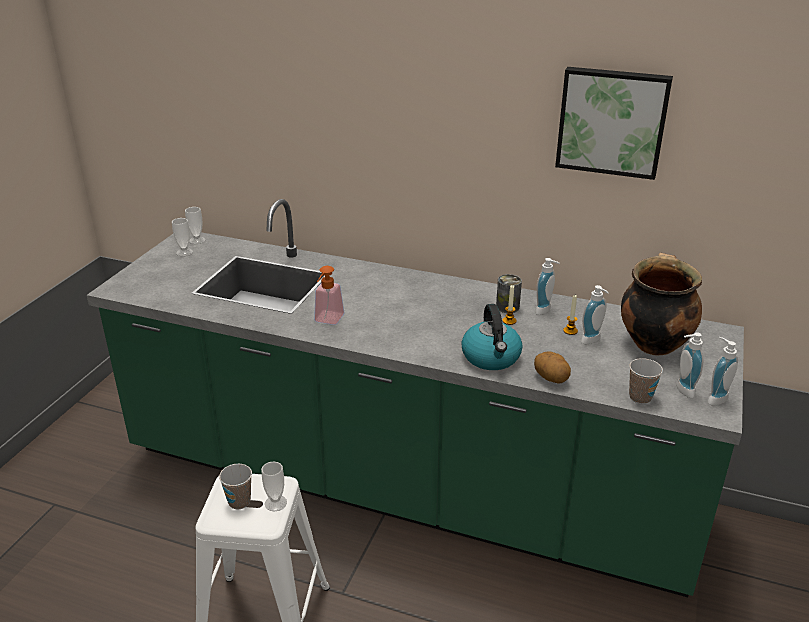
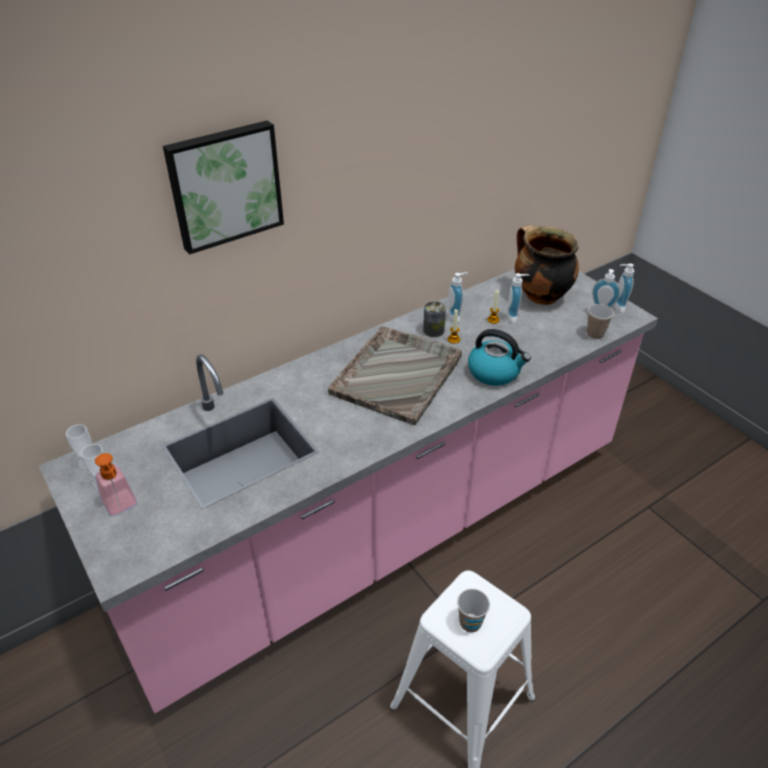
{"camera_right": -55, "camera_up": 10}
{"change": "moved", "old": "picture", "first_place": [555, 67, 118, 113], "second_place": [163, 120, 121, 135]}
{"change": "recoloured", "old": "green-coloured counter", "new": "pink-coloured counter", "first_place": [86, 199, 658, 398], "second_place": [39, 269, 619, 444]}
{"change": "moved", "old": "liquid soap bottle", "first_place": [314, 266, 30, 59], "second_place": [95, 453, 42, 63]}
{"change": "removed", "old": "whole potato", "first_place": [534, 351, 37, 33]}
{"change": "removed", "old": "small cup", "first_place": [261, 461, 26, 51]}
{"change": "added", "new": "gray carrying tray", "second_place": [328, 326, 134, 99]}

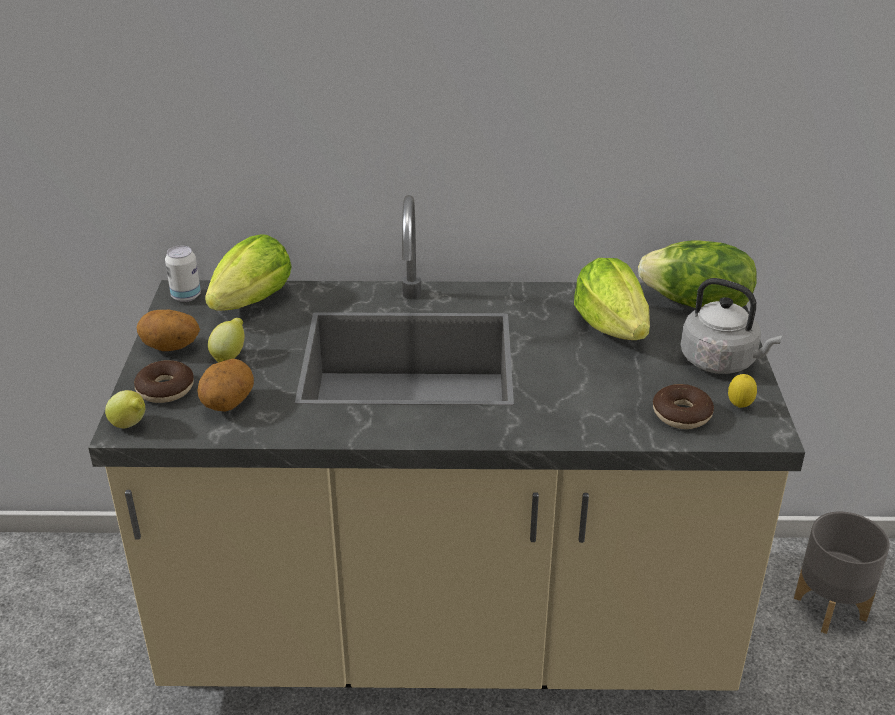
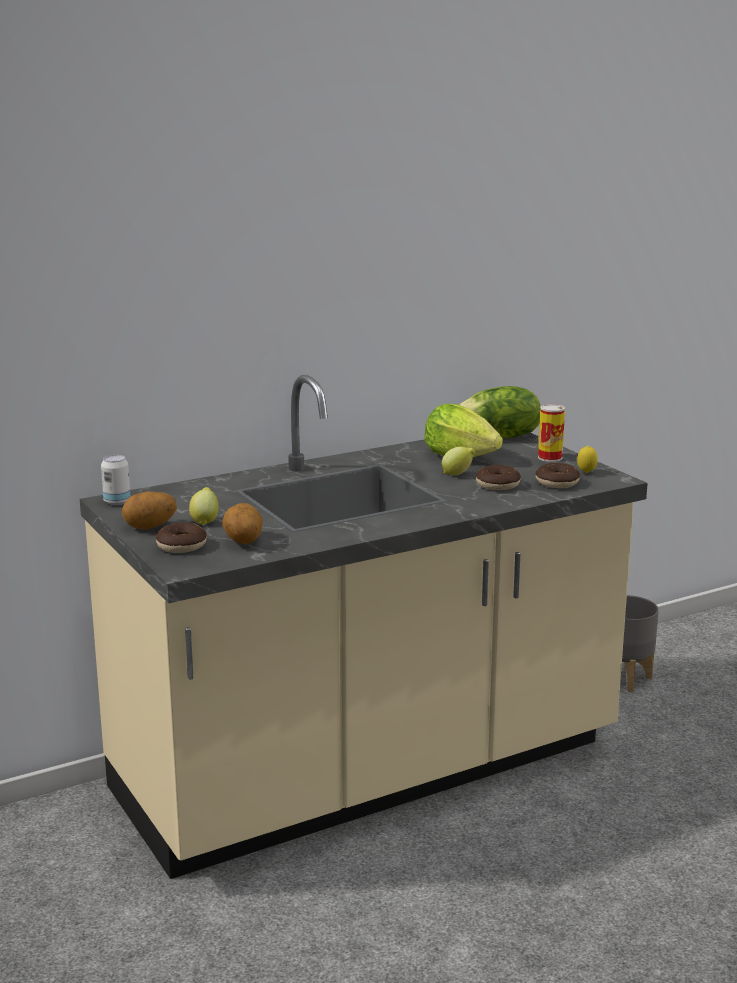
{"camera_right": -30, "camera_up": -15}
{"change": "removed", "old": "lettuce head", "first_place": [205, 234, 87, 77]}
{"change": "replaced", "old": "gray kettle", "new": "sealed can", "first_place": [681, 278, 101, 96], "second_place": [538, 404, 27, 58]}
{"change": "moved", "old": "lemon", "first_place": [105, 390, 40, 39], "second_place": [442, 447, 34, 29]}
{"change": "added", "new": "doughnut", "second_place": [476, 465, 45, 25]}

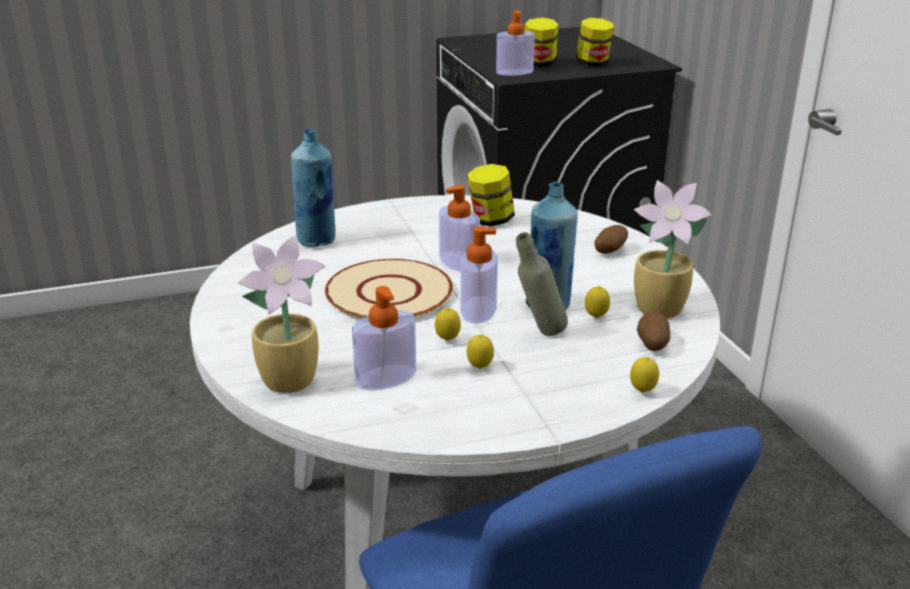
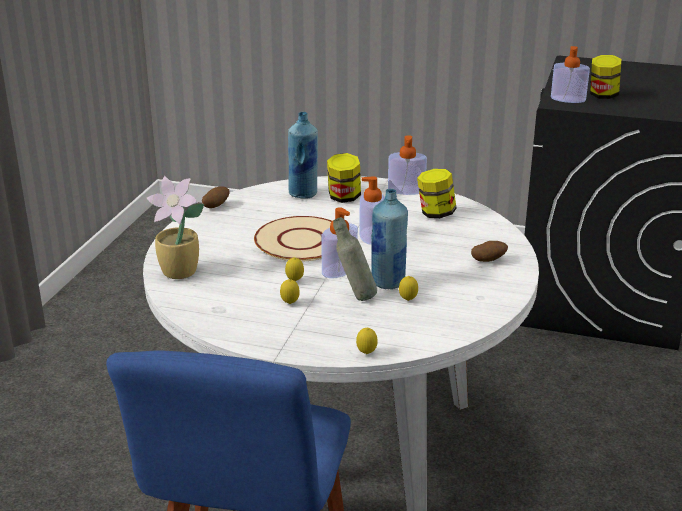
{"camera_right": 35, "camera_up": 0}
{"change": "moved", "old": "preserve jar", "first_place": [576, 18, 38, 49], "second_place": [327, 153, 34, 50]}
{"change": "removed", "old": "potted plant", "first_place": [634, 180, 78, 138]}
{"change": "moved", "old": "liquid soap bottle", "first_place": [352, 286, 64, 104], "second_place": [388, 135, 39, 60]}
{"change": "moved", "old": "whole potato", "first_place": [637, 311, 33, 40], "second_place": [202, 186, 27, 22]}

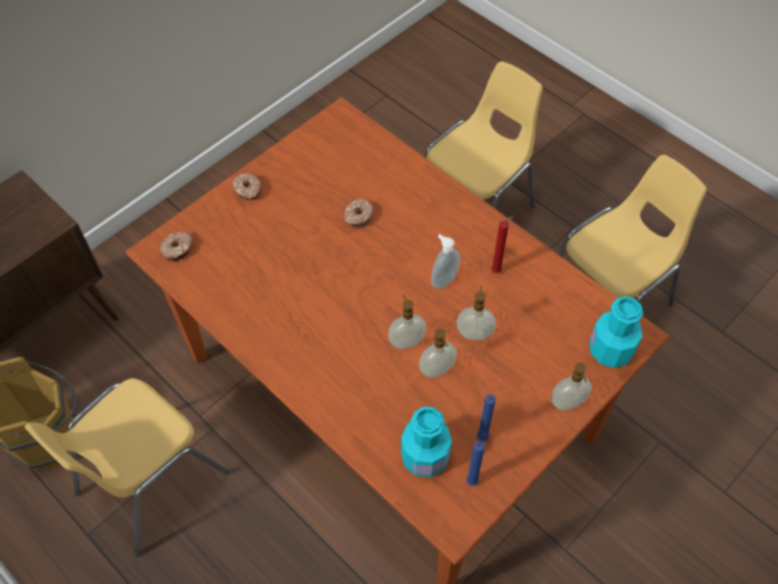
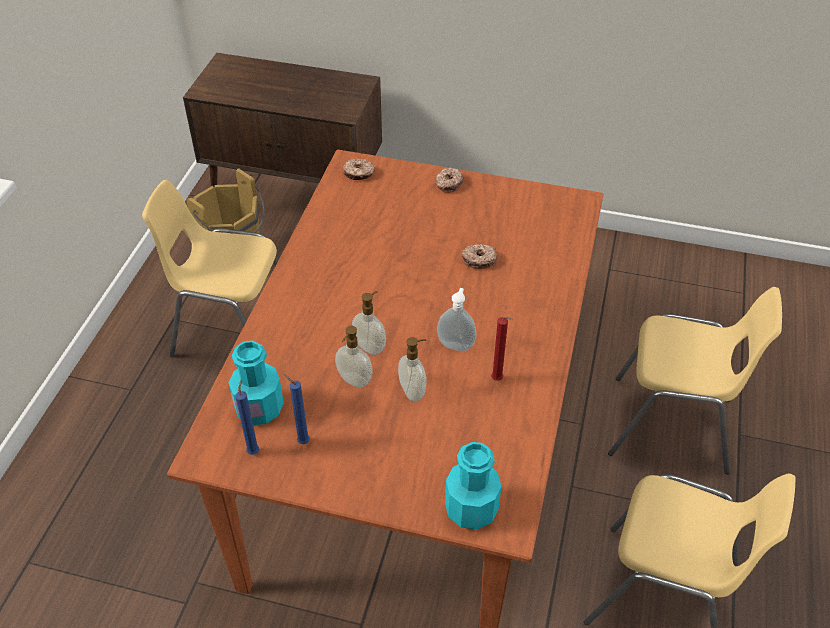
{"camera_right": 60, "camera_up": -10}
{"change": "removed", "old": "liquid soap bottle", "first_place": [551, 363, 41, 47]}

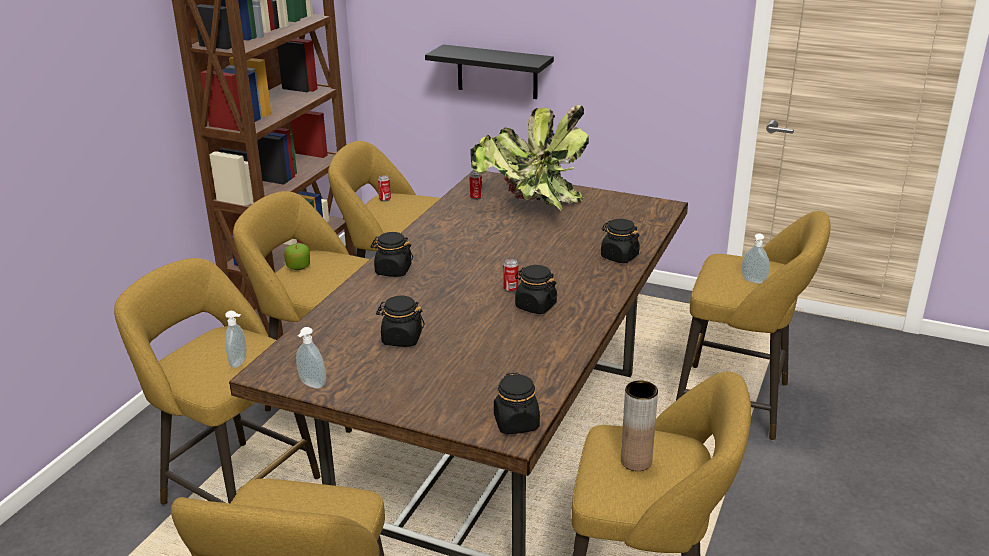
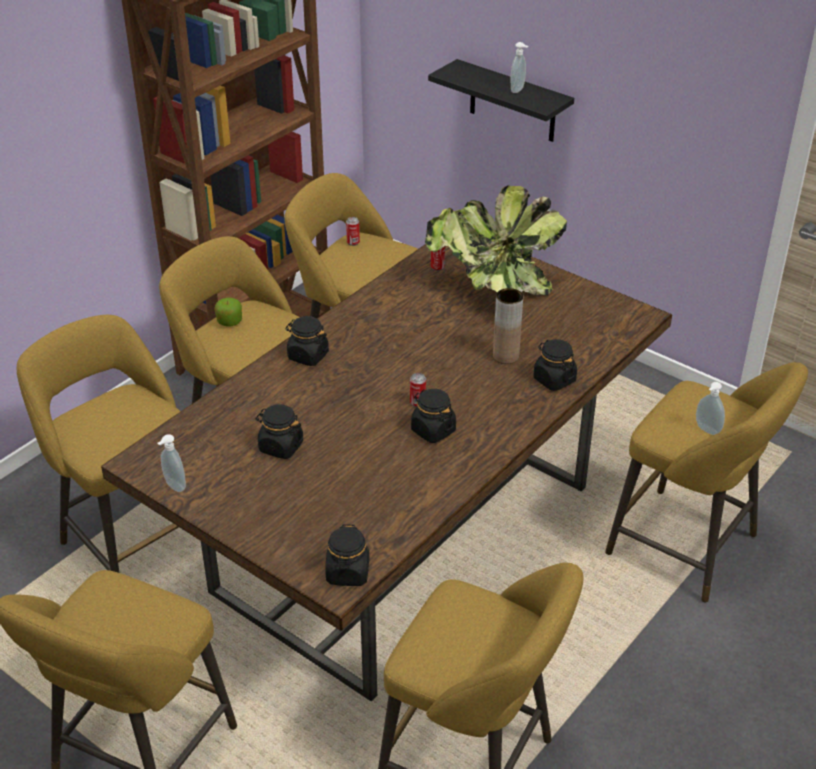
{"camera_right": 15, "camera_up": 10}
{"change": "moved", "old": "liquid soap bottle", "first_place": [225, 311, 22, 57], "second_place": [510, 42, 18, 51]}
{"change": "moved", "old": "brown decorative vase", "first_place": [621, 380, 37, 91], "second_place": [493, 288, 30, 76]}

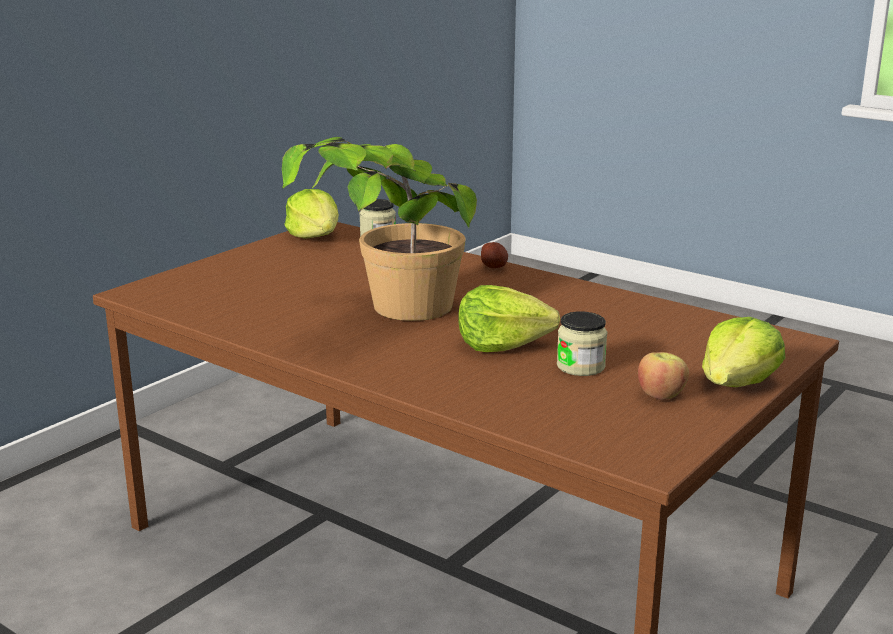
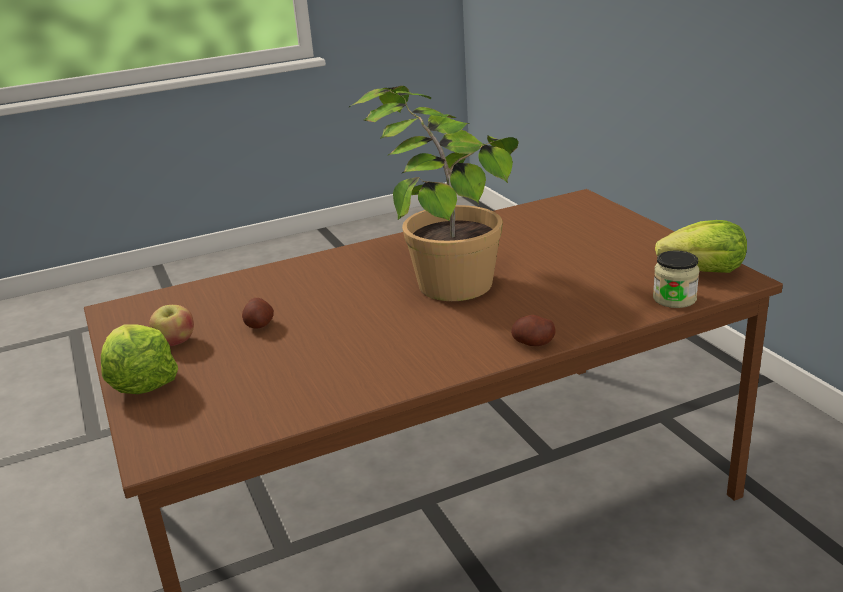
{"camera_right": 120, "camera_up": 5}
{"change": "removed", "old": "lettuce head", "first_place": [458, 285, 102, 67]}
{"change": "replaced", "old": "preserve jar", "new": "whole potato", "first_place": [557, 311, 50, 65], "second_place": [242, 298, 32, 30]}

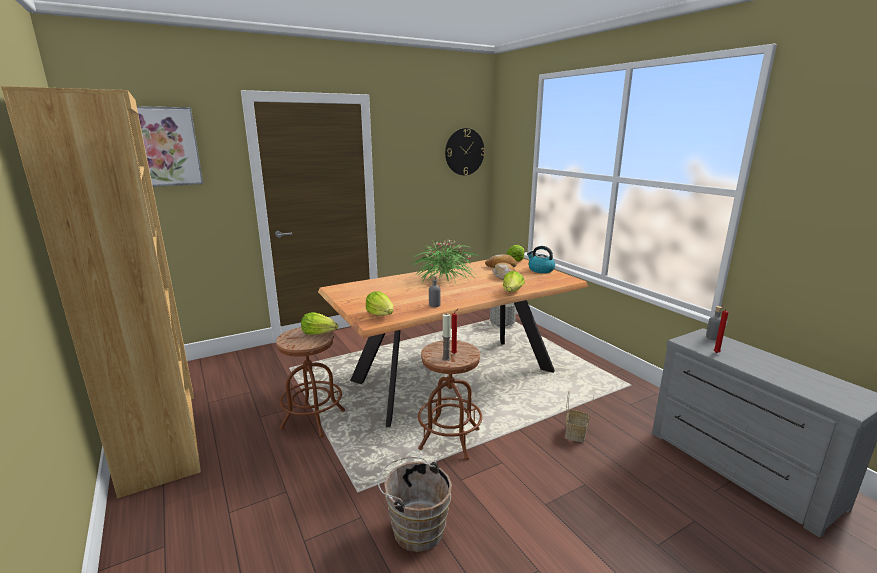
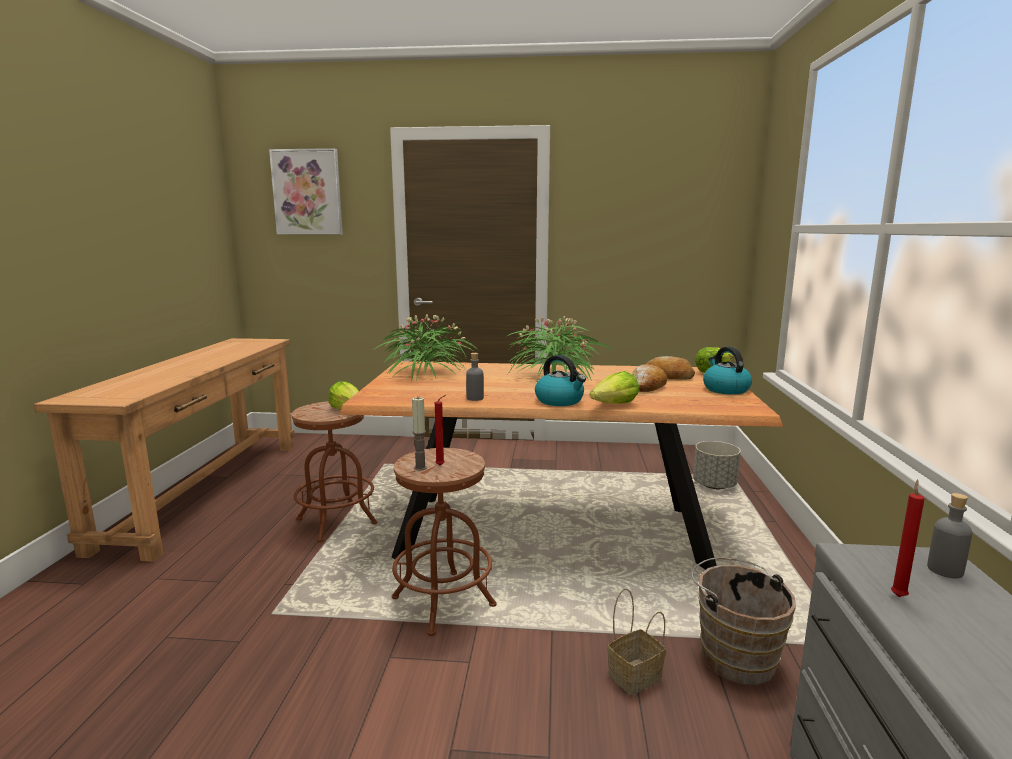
{"camera_right": 35, "camera_up": -5}
{"change": "replaced", "old": "brown bookshelf", "new": "brown console table", "first_place": [1, 86, 200, 413], "second_place": [34, 338, 261, 224]}
{"change": "removed", "old": "wall clock", "first_place": [445, 128, 40, 47]}
{"change": "removed", "old": "lettuce head", "first_place": [366, 291, 27, 25]}
{"change": "moved", "old": "brown pail", "first_place": [378, 457, 74, 95], "second_place": [691, 558, 105, 127]}
{"change": "added", "new": "potted plant", "second_place": [373, 314, 105, 68]}
{"change": "added", "new": "kettle", "second_place": [535, 355, 51, 51]}

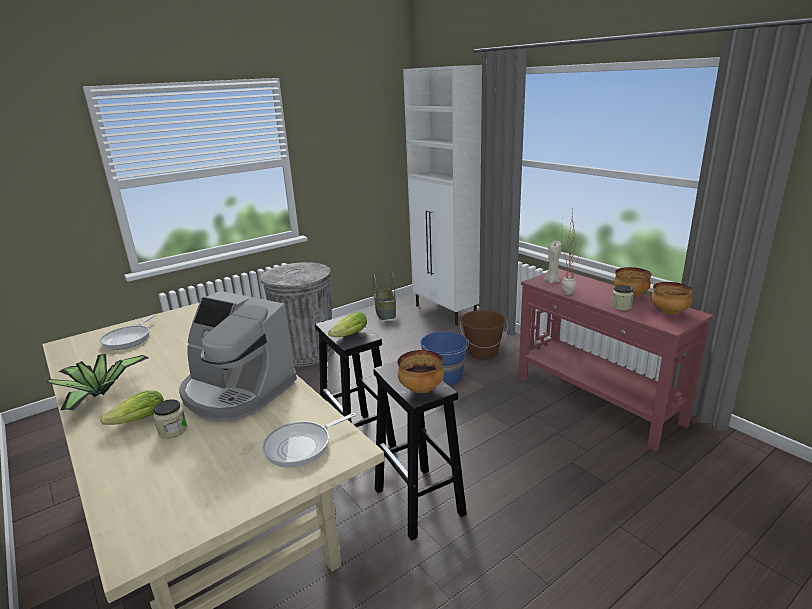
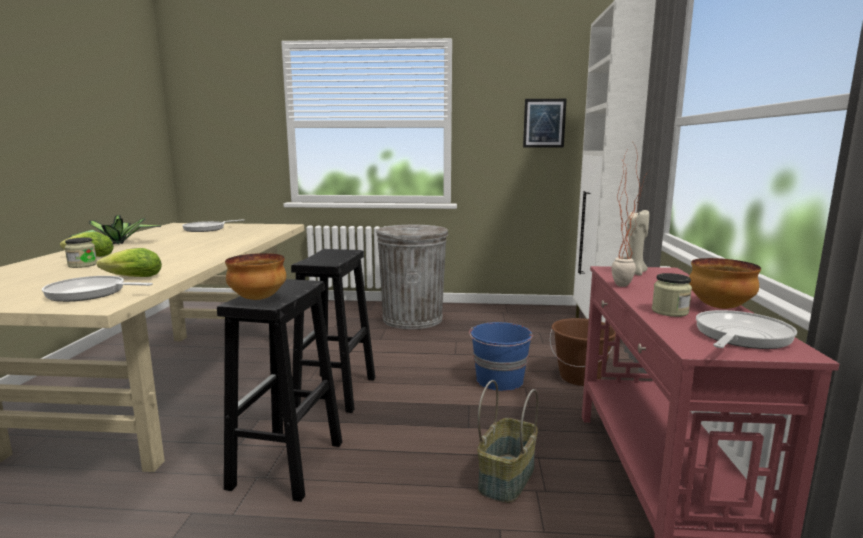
{"camera_right": 40, "camera_up": -10}
{"change": "moved", "old": "household basket", "first_place": [373, 272, 23, 48], "second_place": [477, 380, 61, 123]}
{"change": "replaced", "old": "serving bowl", "new": "skillet", "first_place": [651, 282, 43, 32], "second_place": [696, 310, 101, 39]}
{"change": "removed", "old": "coffee machine", "first_place": [179, 291, 118, 130]}
{"change": "moved", "old": "lettuce head", "first_place": [328, 312, 39, 25], "second_place": [97, 248, 65, 29]}
{"change": "added", "new": "picture", "second_place": [523, 99, 44, 48]}

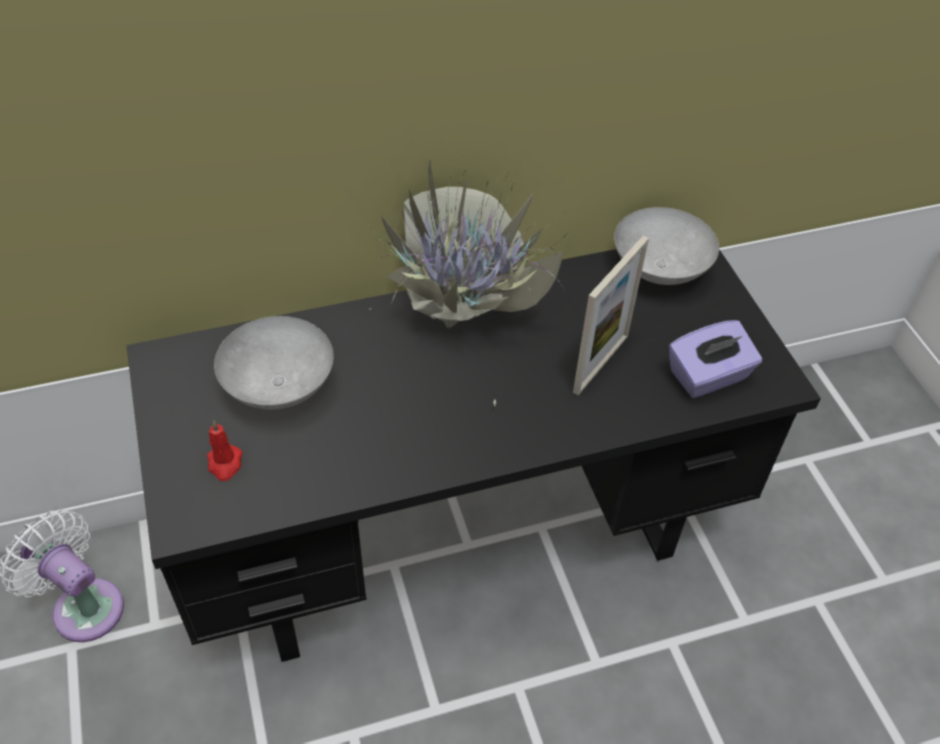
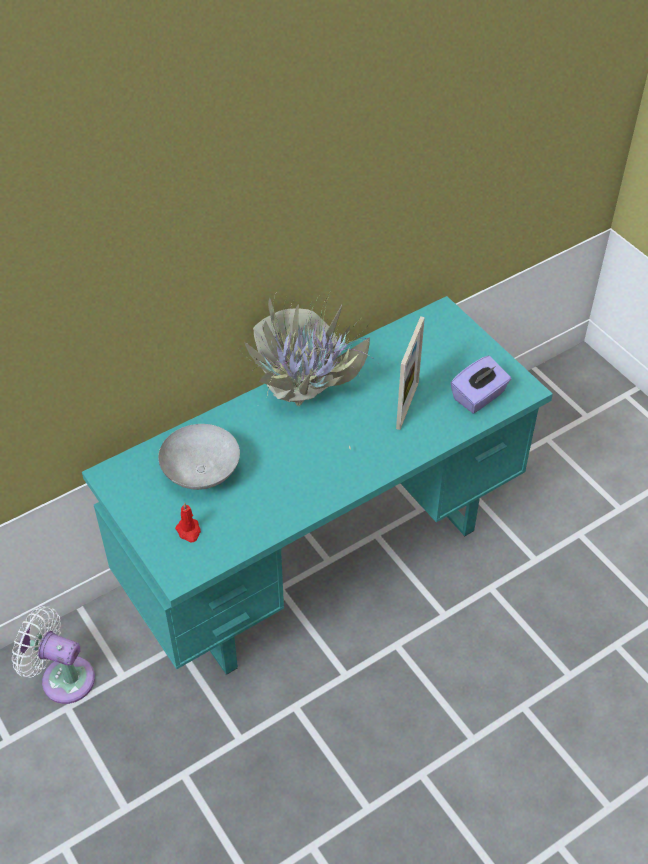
{"camera_right": -15, "camera_up": 0}
{"change": "removed", "old": "gray serving bowl", "first_place": [614, 207, 105, 78]}
{"change": "recoloured", "old": "blackish desk table", "new": "blue-green desk table", "first_place": [127, 249, 694, 413], "second_place": [82, 296, 471, 379]}

